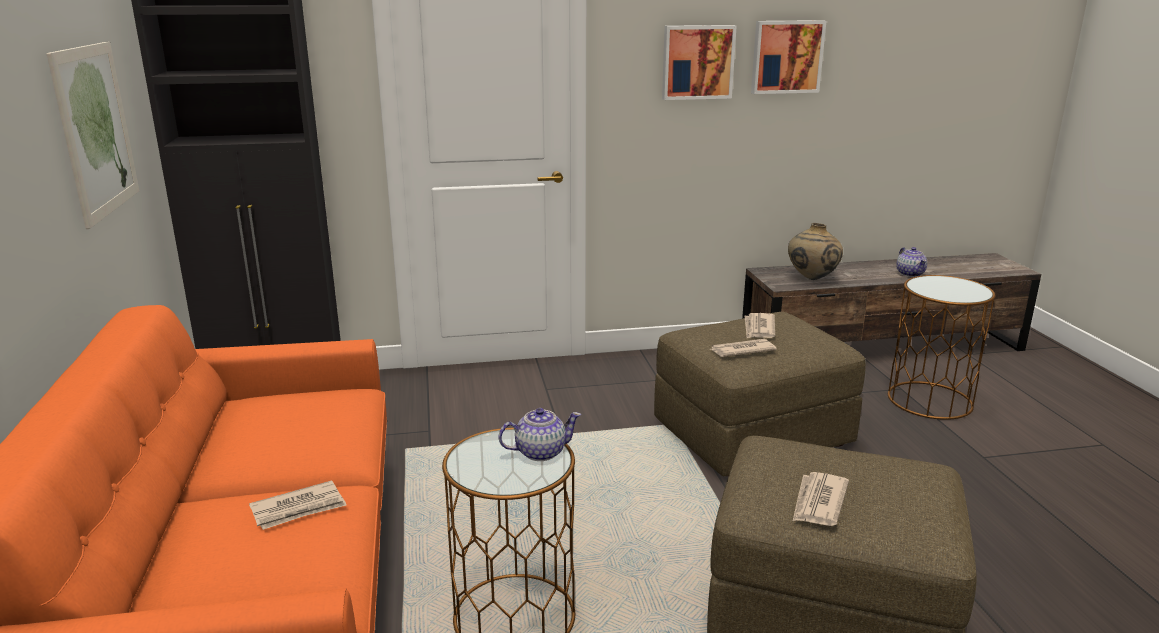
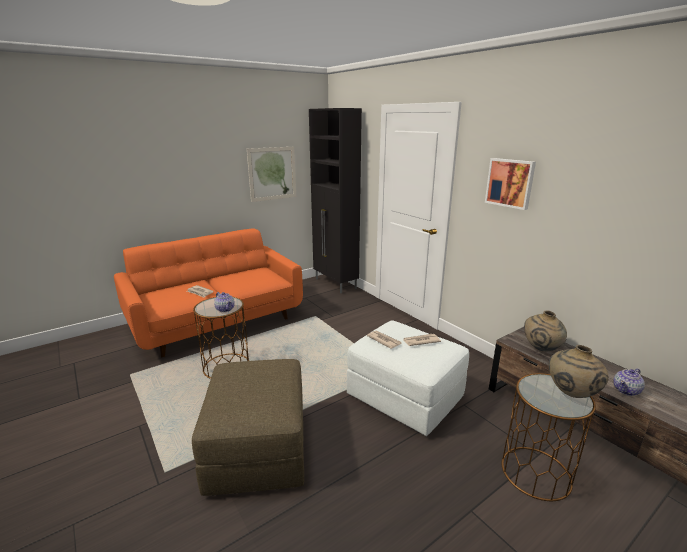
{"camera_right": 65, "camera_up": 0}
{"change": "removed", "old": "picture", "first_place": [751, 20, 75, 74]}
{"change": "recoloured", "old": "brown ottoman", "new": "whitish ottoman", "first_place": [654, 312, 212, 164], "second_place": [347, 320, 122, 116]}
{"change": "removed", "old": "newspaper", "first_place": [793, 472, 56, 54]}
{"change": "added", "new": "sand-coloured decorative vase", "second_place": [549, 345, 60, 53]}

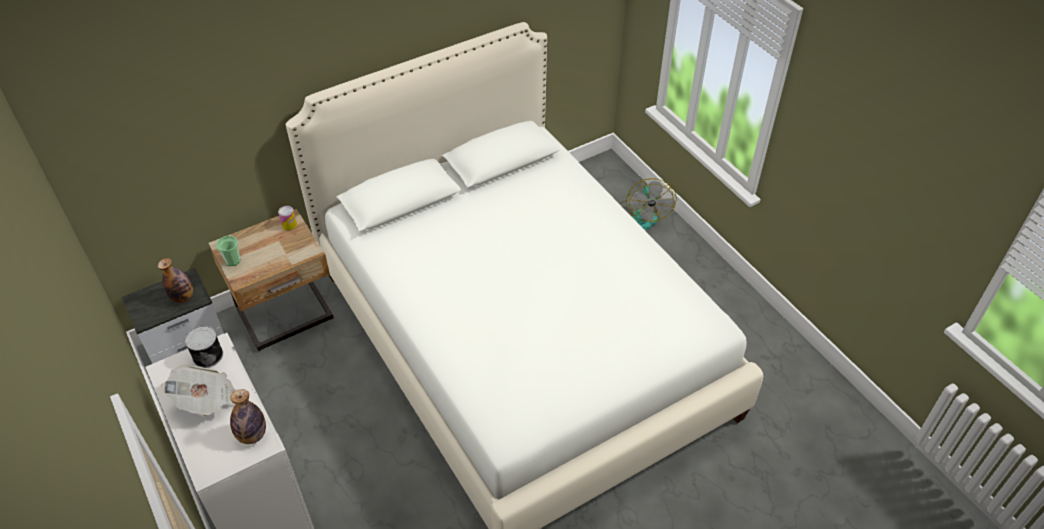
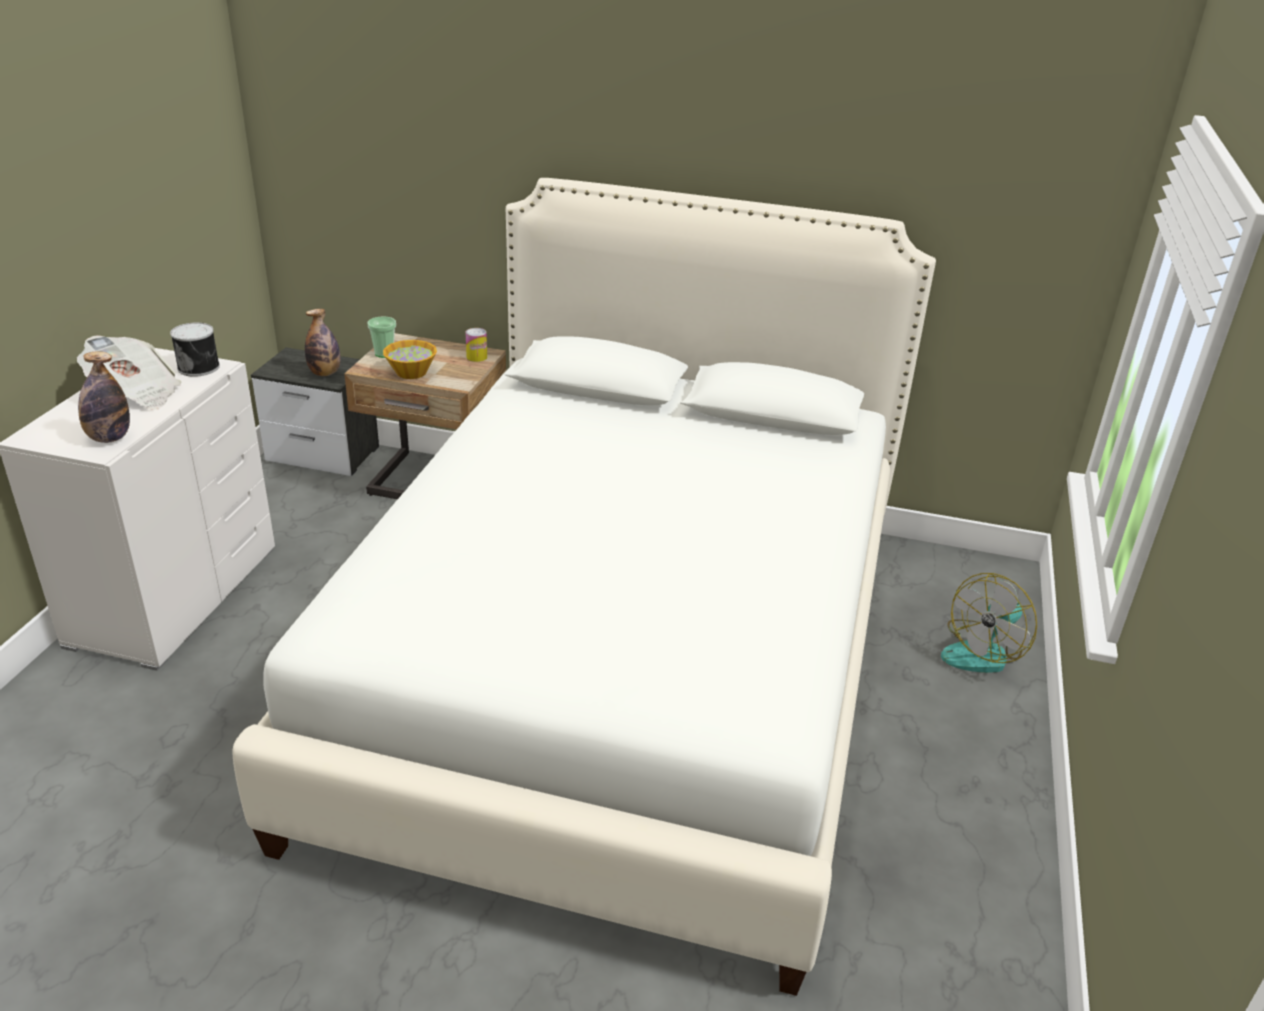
{"camera_right": 45, "camera_up": -15}
{"change": "added", "new": "serving bowl", "second_place": [383, 340, 54, 39]}

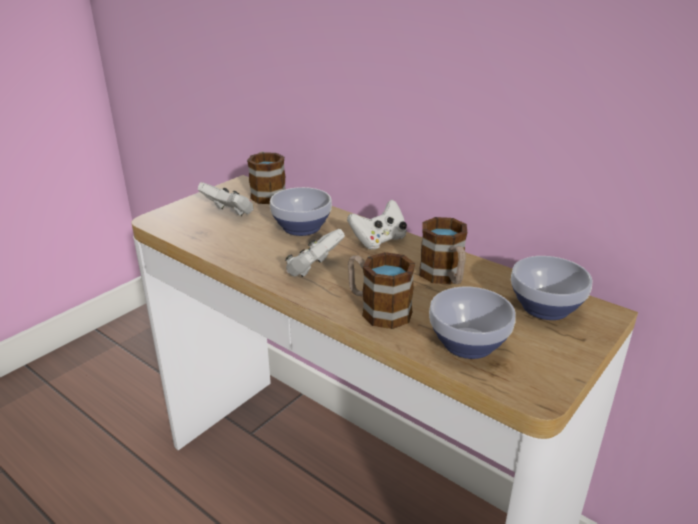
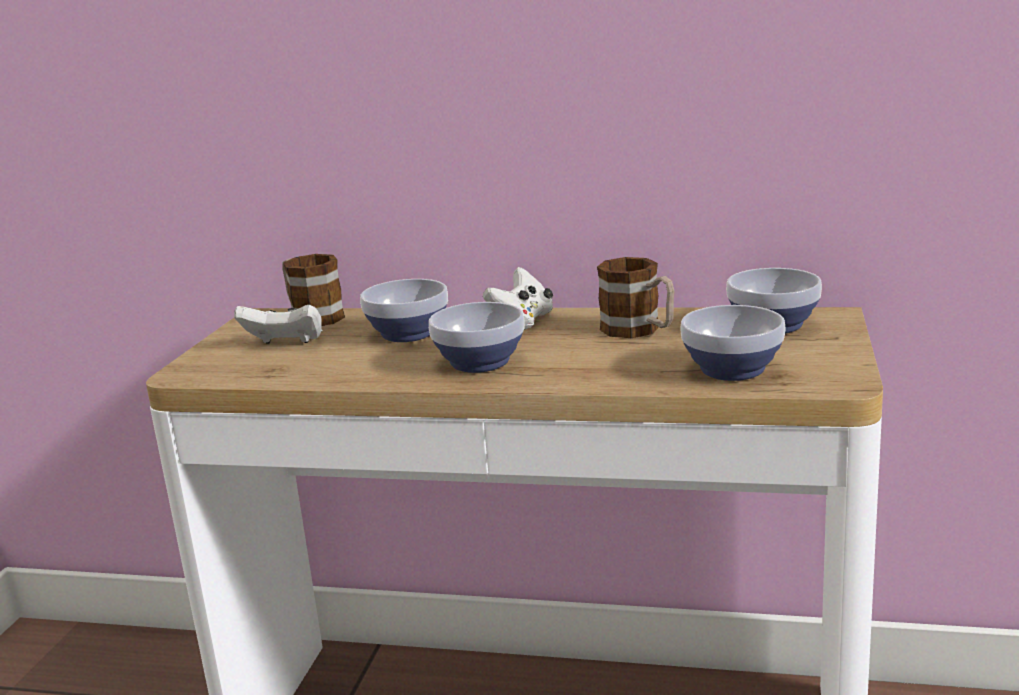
{"camera_right": -25, "camera_up": -10}
{"change": "replaced", "old": "whitish game controller", "new": "serving bowl", "first_place": [285, 229, 60, 48], "second_place": [429, 302, 96, 71]}
{"change": "removed", "old": "coffee mug", "first_place": [348, 252, 67, 77]}

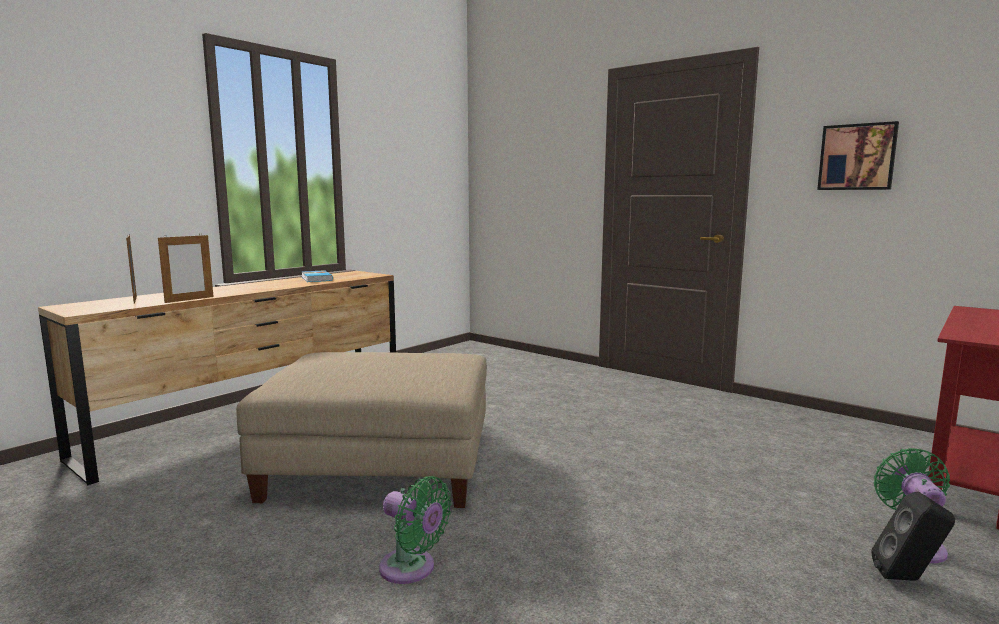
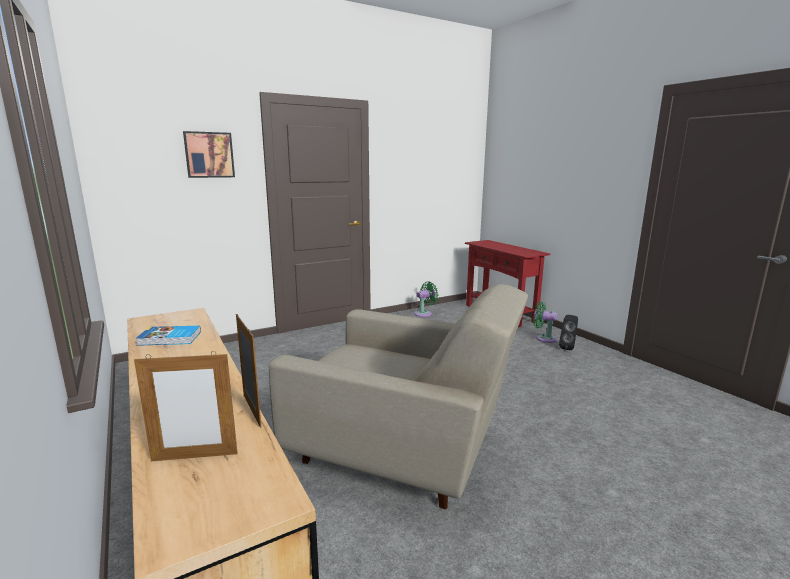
{"camera_right": -70, "camera_up": 5}
{"change": "moved", "old": "picture", "first_place": [817, 121, 82, 69], "second_place": [183, 131, 52, 47]}
{"change": "replaced", "old": "sand-coloured ottoman", "new": "sand-coloured armchair", "first_place": [236, 352, 251, 156], "second_place": [269, 284, 259, 225]}
{"change": "moved", "old": "green-coloured electric fan", "first_place": [379, 476, 73, 108], "second_place": [414, 281, 24, 36]}

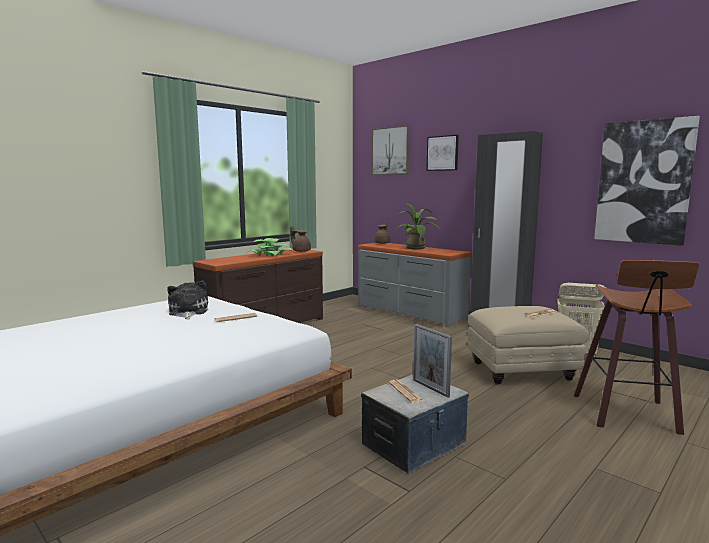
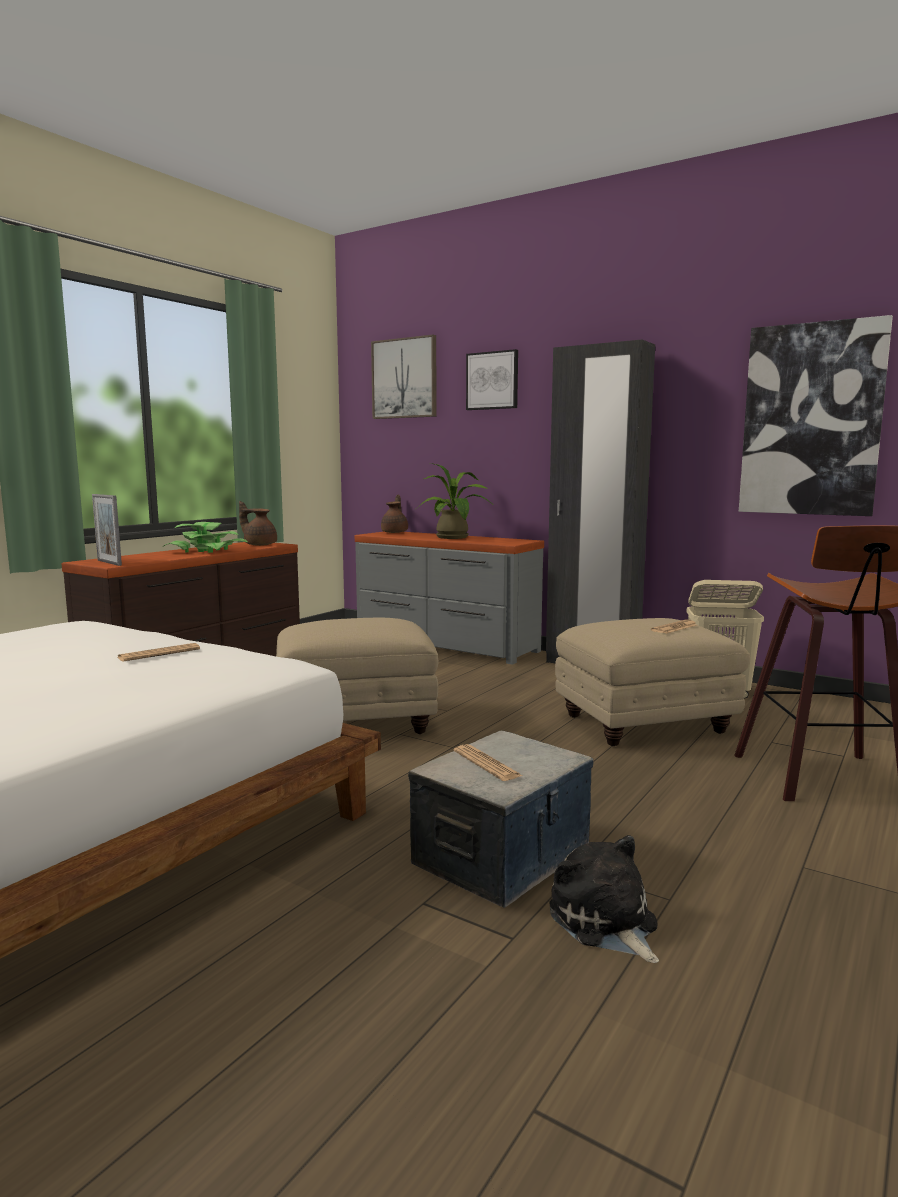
{"camera_right": -10, "camera_up": 0}
{"change": "moved", "old": "soft toy", "first_place": [167, 281, 41, 38], "second_place": [549, 835, 110, 128]}
{"change": "moved", "old": "picture frame", "first_place": [413, 324, 39, 74], "second_place": [92, 494, 30, 72]}
{"change": "added", "new": "sand-coloured ottoman", "second_place": [276, 618, 163, 116]}

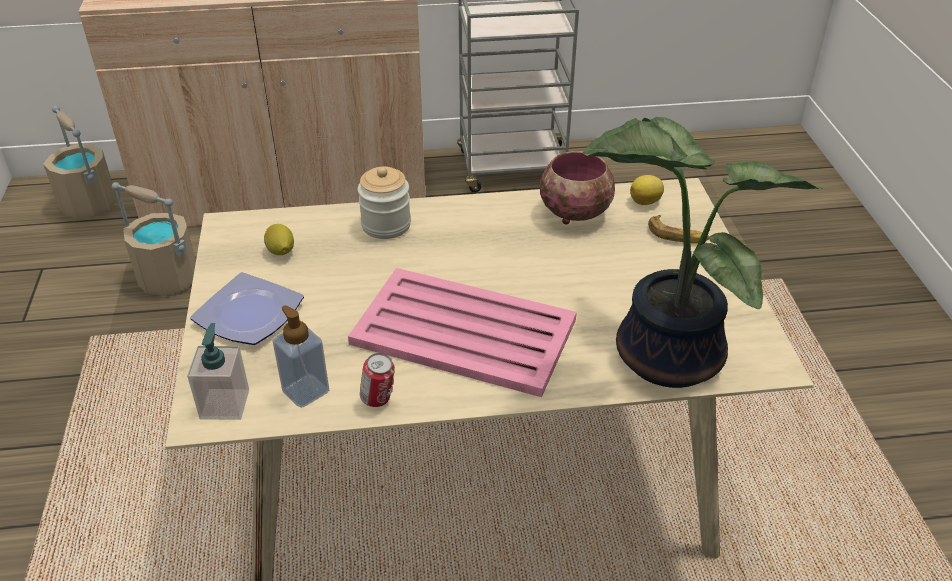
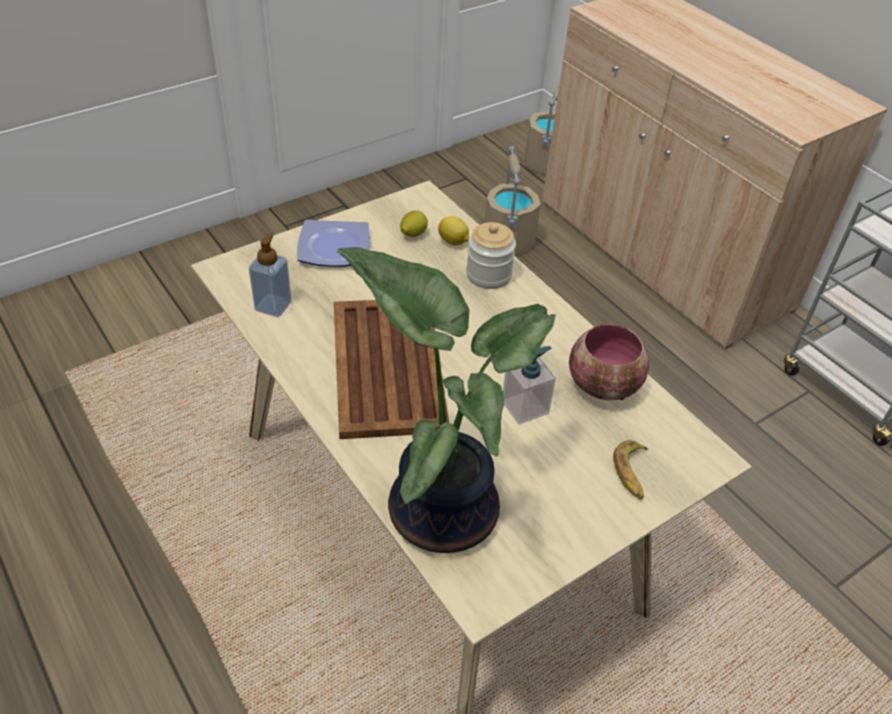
{"camera_right": 60, "camera_up": 5}
{"change": "moved", "old": "lemon", "first_place": [630, 175, 34, 30], "second_place": [438, 216, 31, 30]}
{"change": "recoloured", "old": "pink-coloured carrying tray", "new": "brown carrying tray", "first_place": [348, 268, 229, 129], "second_place": [334, 300, 115, 139]}
{"change": "moved", "old": "liquid soap bottle", "first_place": [187, 323, 62, 97], "second_place": [503, 346, 53, 79]}
{"change": "removed", "old": "sealed can", "first_place": [360, 353, 35, 54]}

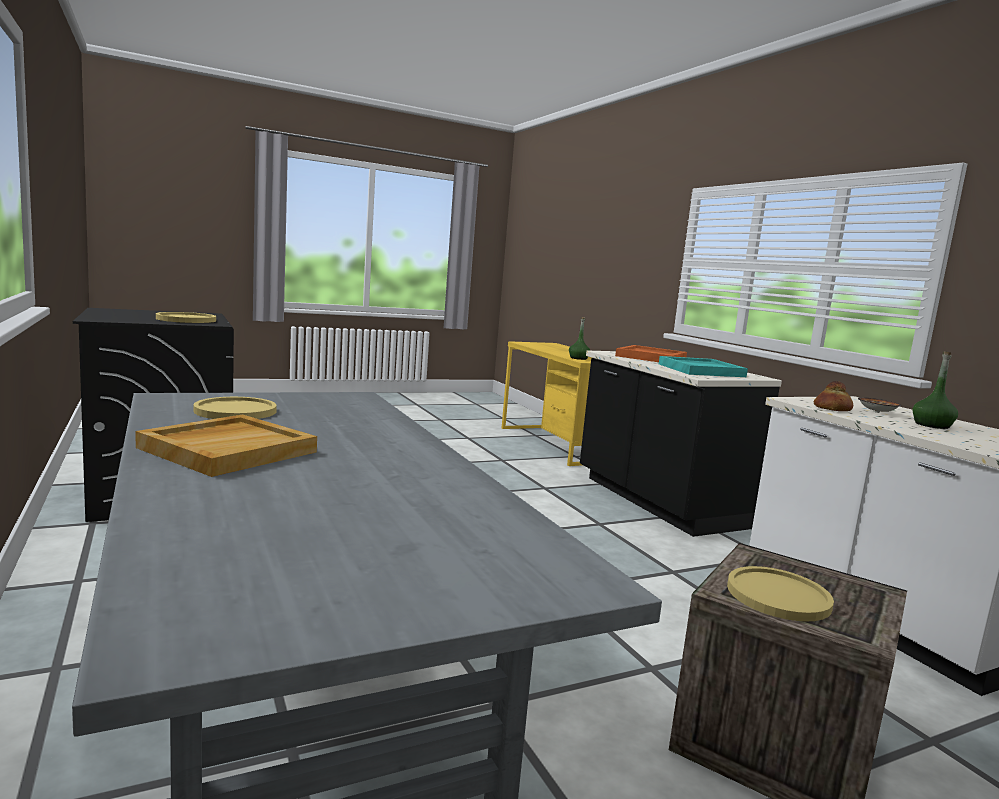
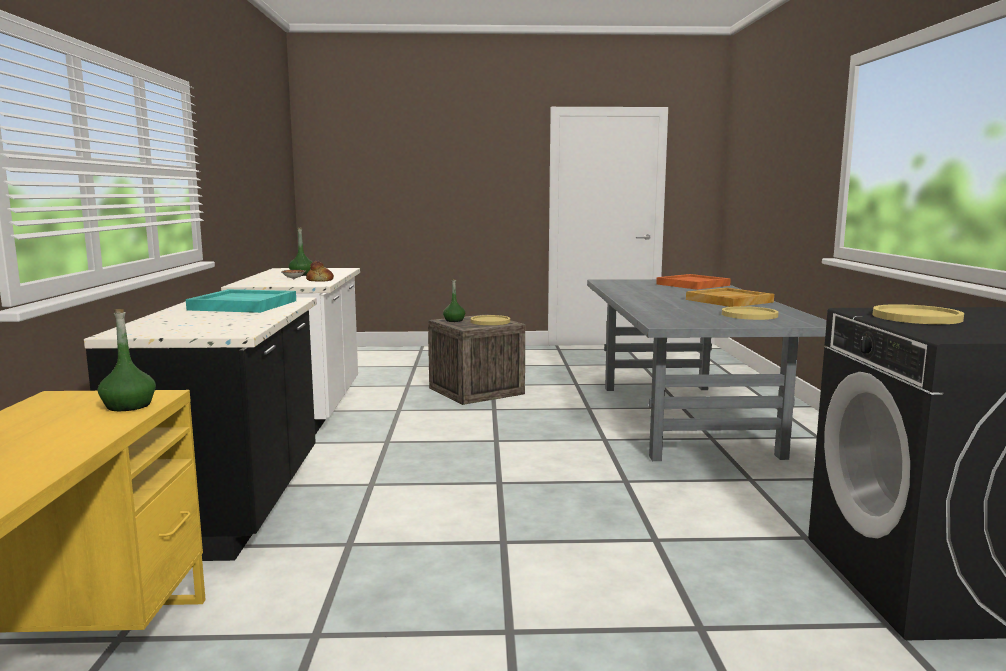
{"camera_right": -155, "camera_up": 0}
{"change": "moved", "old": "orangey carrying tray", "first_place": [615, 345, 72, 17], "second_place": [656, 274, 75, 16]}
{"change": "added", "new": "green-coloured bottle", "second_place": [443, 279, 22, 43]}

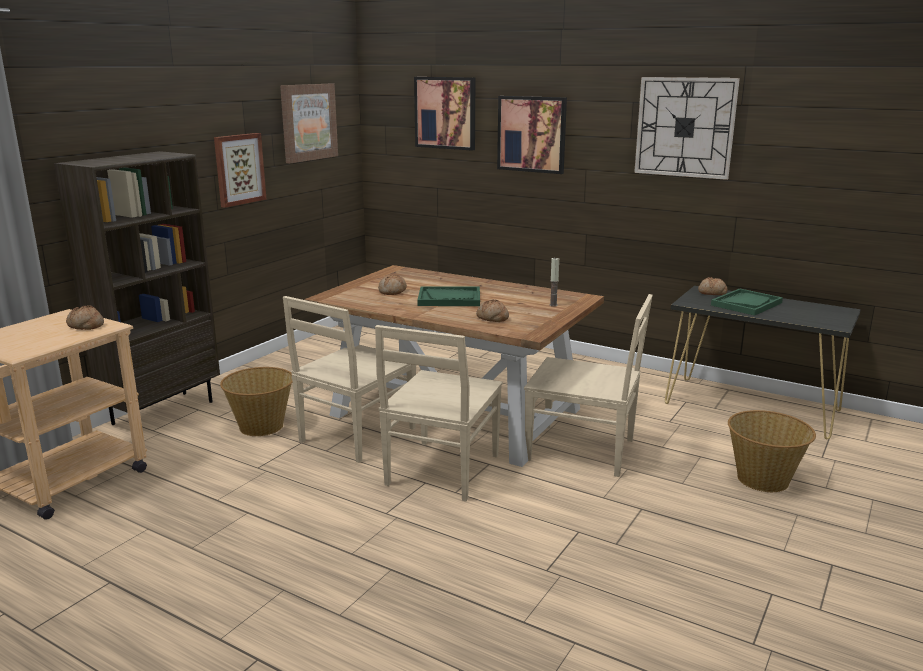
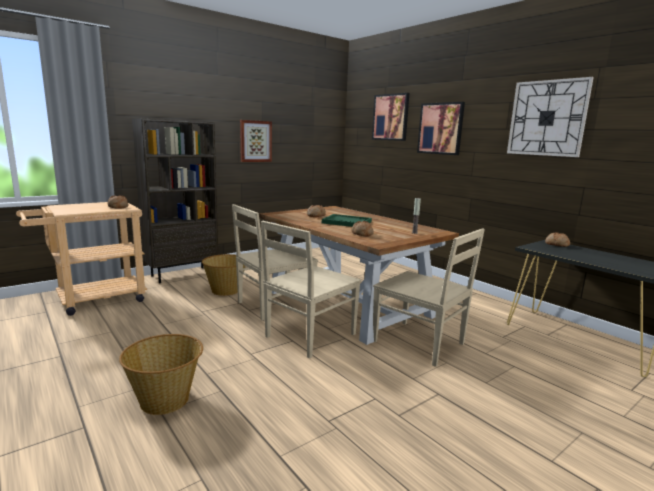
{"camera_right": 20, "camera_up": -5}
{"change": "removed", "old": "picture", "first_place": [280, 84, 58, 79]}
{"change": "removed", "old": "green-coloured carrying tray", "first_place": [711, 289, 72, 27]}
{"change": "moved", "old": "household basket", "first_place": [728, 410, 88, 82], "second_place": [119, 334, 84, 81]}

